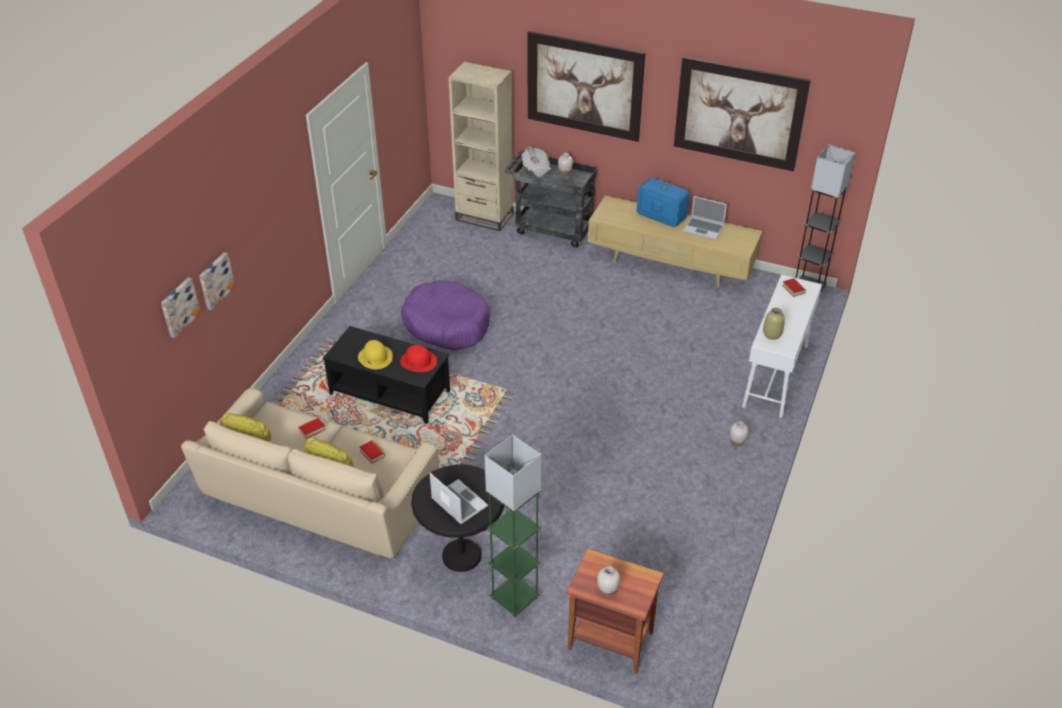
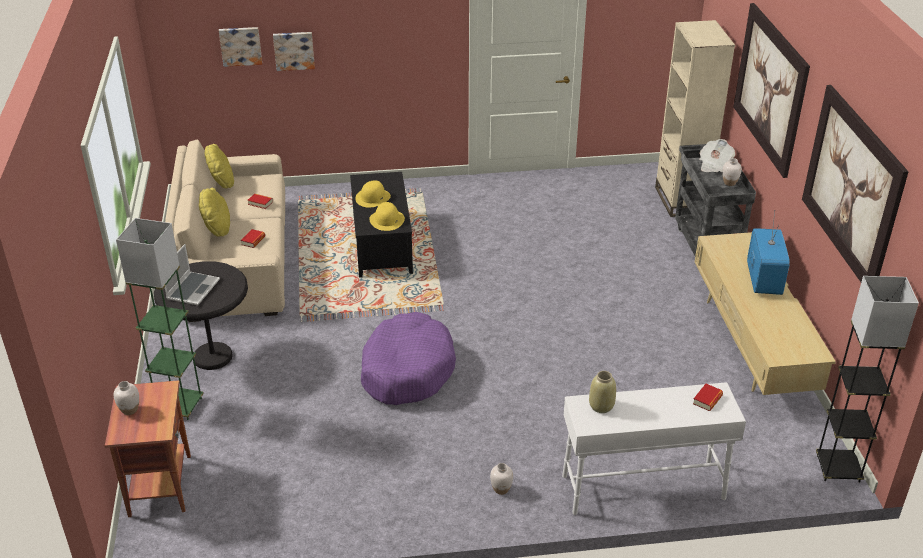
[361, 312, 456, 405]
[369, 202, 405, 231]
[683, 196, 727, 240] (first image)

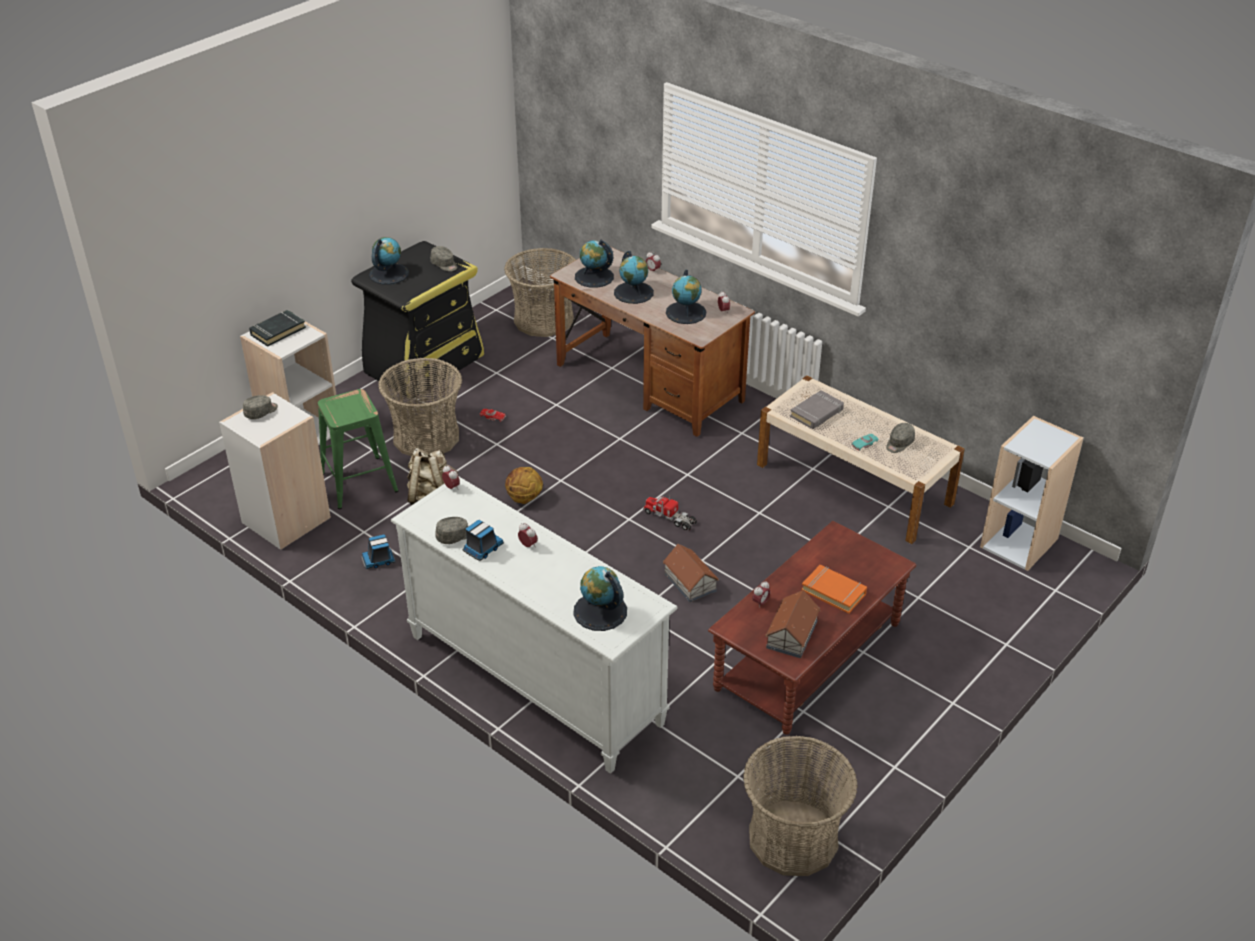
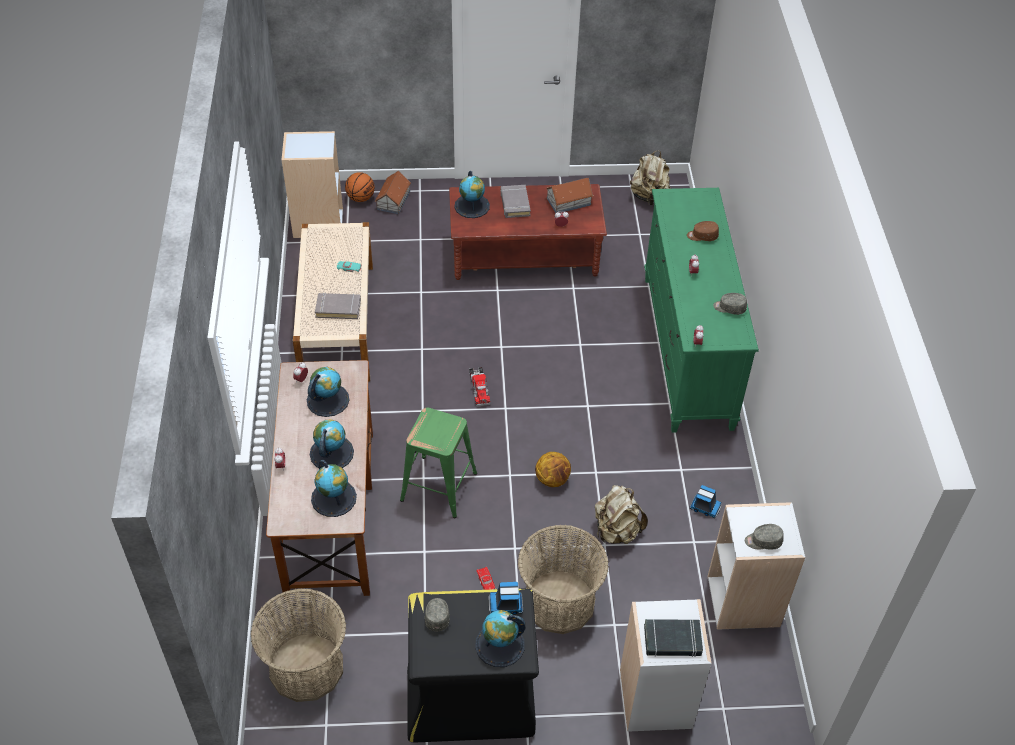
[345, 172, 375, 202]
[375, 171, 411, 214]
[400, 408, 477, 518]
[454, 171, 490, 218]
[488, 582, 523, 614]
[501, 185, 531, 218]
[630, 151, 670, 205]
[644, 188, 759, 433]
[687, 221, 719, 241]
[886, 423, 915, 453] (first image)

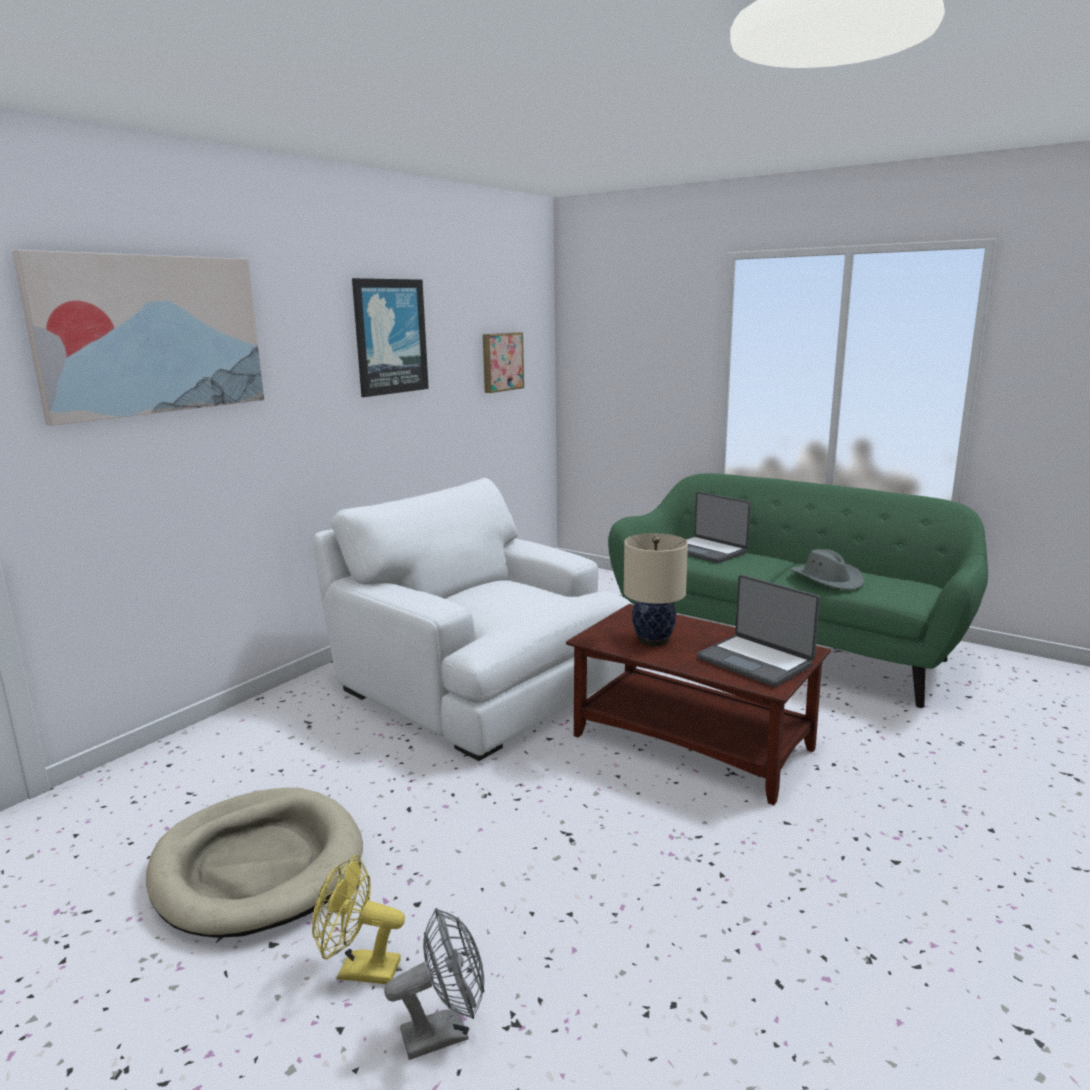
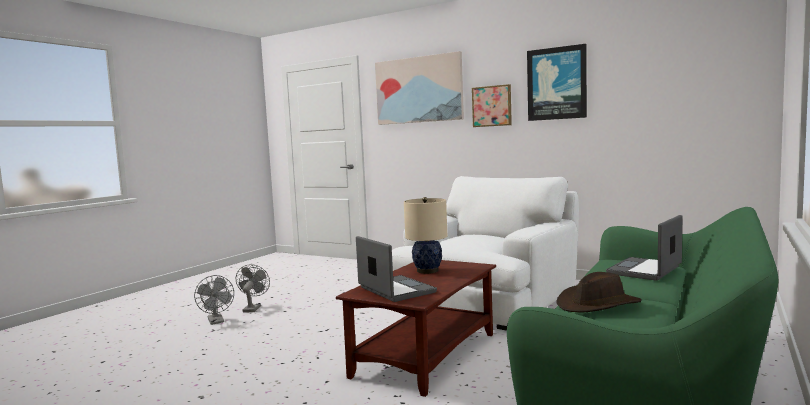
[236, 264, 270, 313]
[356, 236, 437, 302]
[472, 84, 512, 127]
[557, 272, 642, 312]
[146, 787, 363, 938] (first image)

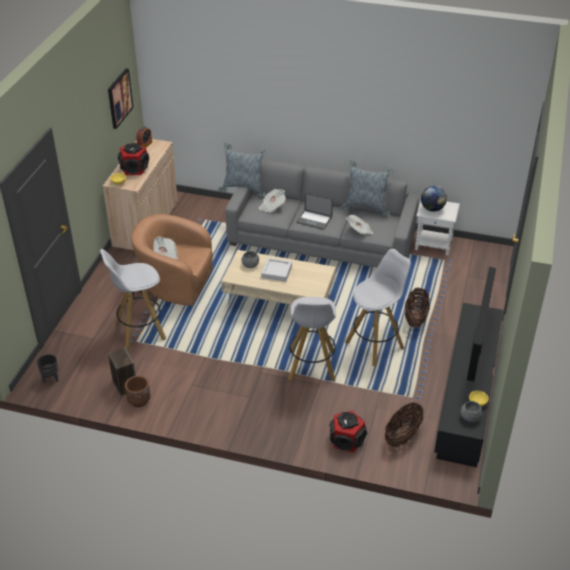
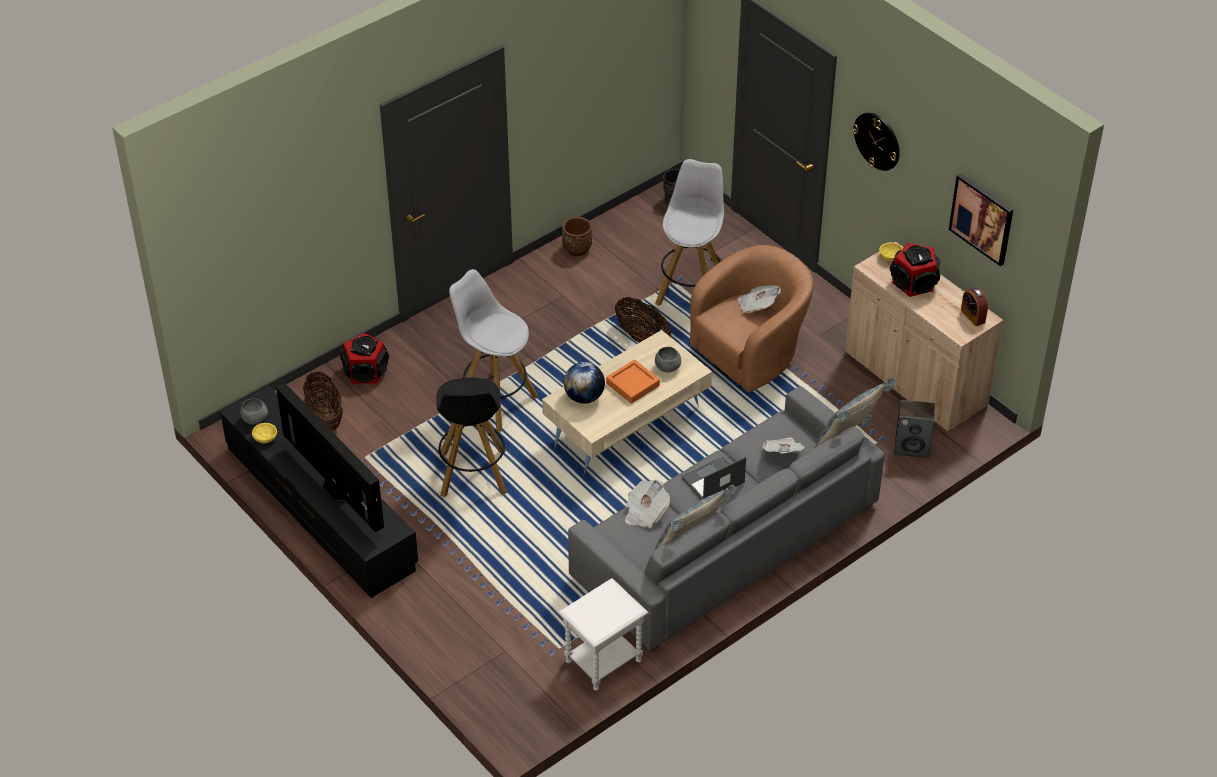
[436, 378, 507, 497]
[564, 362, 605, 404]
[606, 359, 660, 404]
[615, 297, 671, 343]
[852, 112, 900, 171]
[894, 400, 935, 458]

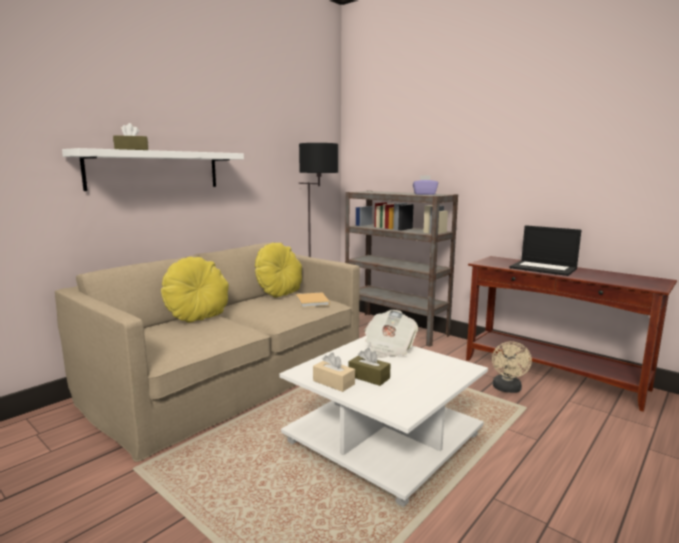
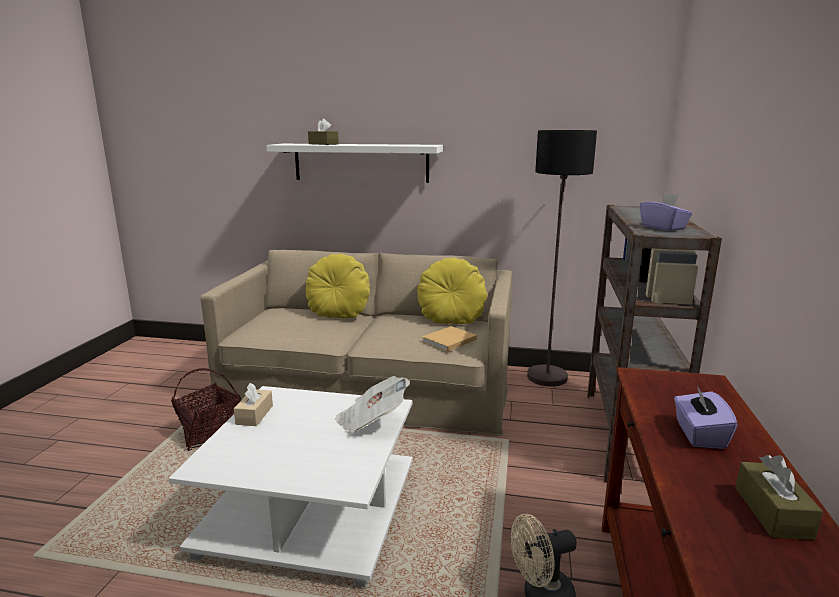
[171, 368, 241, 451]
[674, 386, 738, 449]
[735, 455, 823, 540]

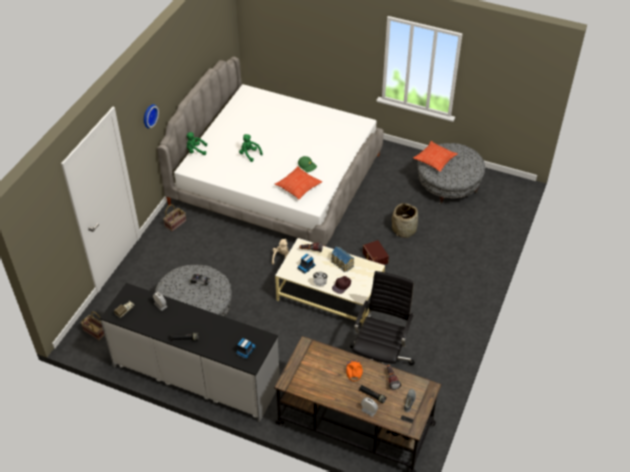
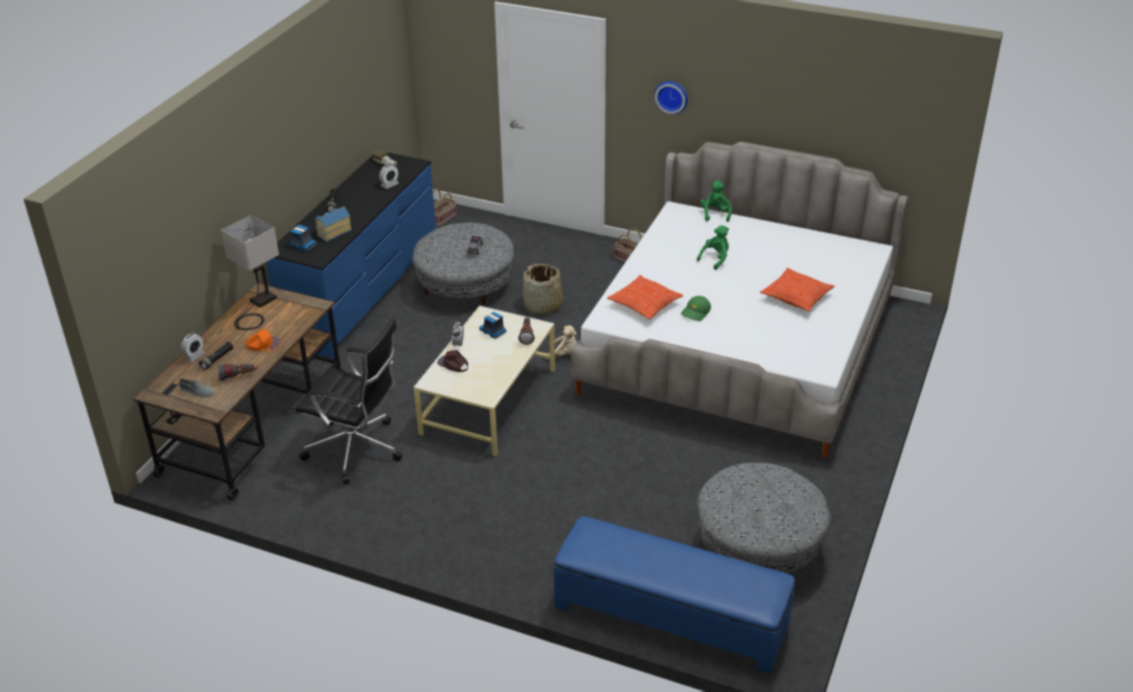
[221, 215, 279, 330]
[266, 152, 436, 359]
[315, 206, 352, 242]
[523, 264, 564, 315]
[554, 516, 795, 673]
[760, 268, 835, 312]
[363, 240, 389, 265] (first image)

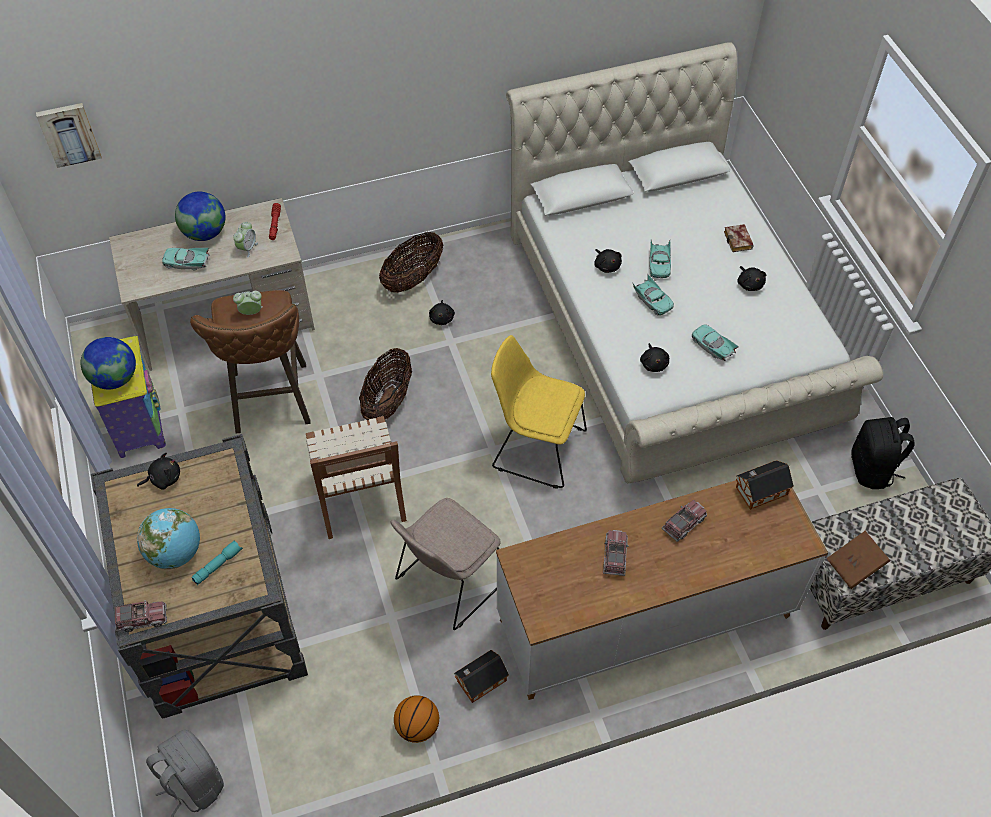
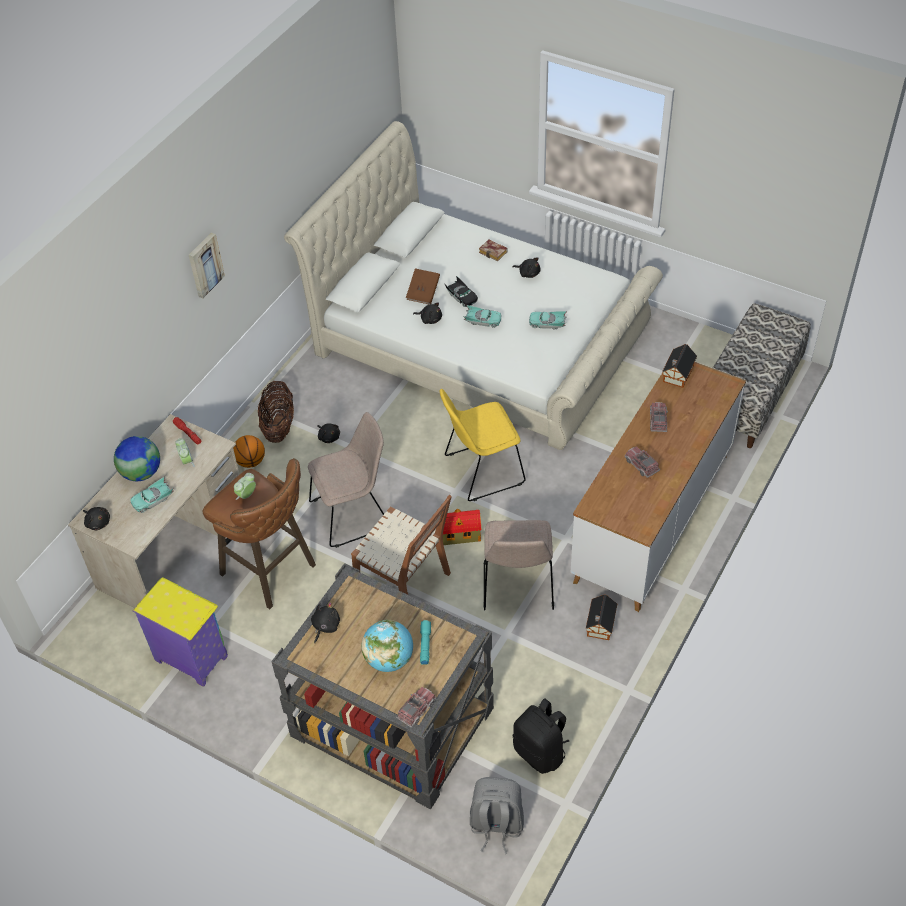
[83, 507, 110, 530]
[189, 233, 225, 298]
[233, 435, 265, 468]
[308, 412, 384, 548]
[406, 268, 440, 305]
[443, 509, 481, 545]
[444, 276, 478, 307]
[513, 698, 569, 774]
[81, 337, 136, 389] (first image)

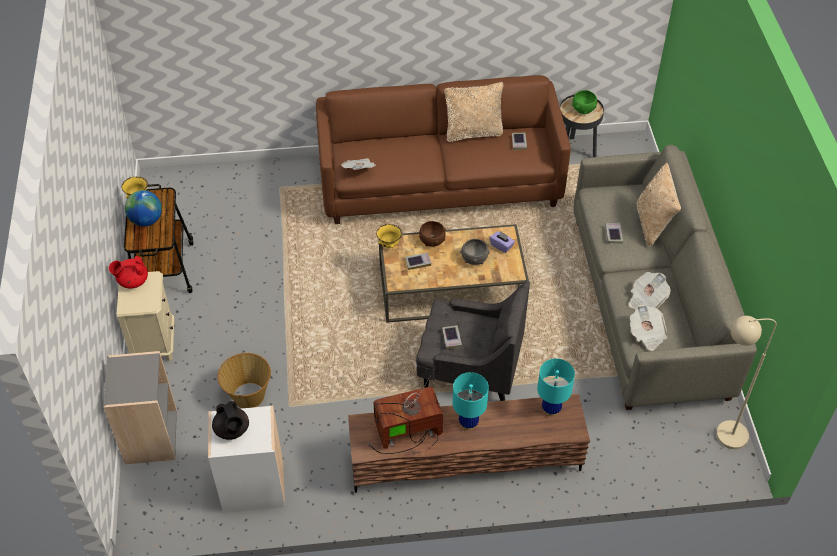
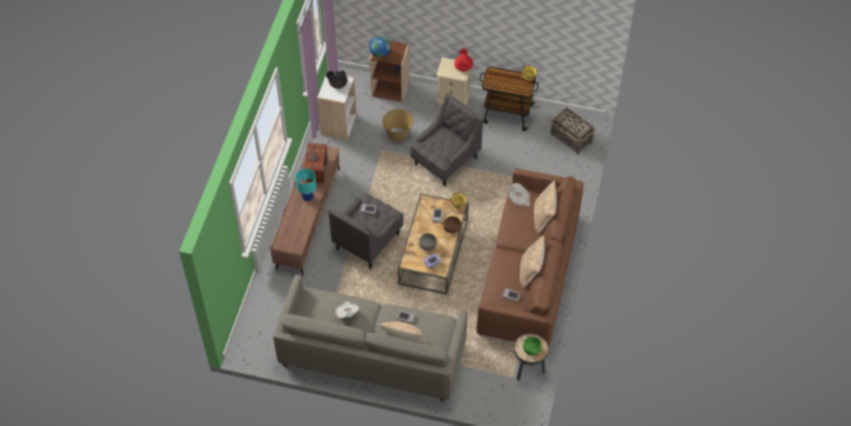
[369, 36, 391, 58]
[369, 41, 410, 102]
[410, 94, 483, 186]
[534, 181, 557, 234]
[550, 108, 595, 154]
[537, 358, 575, 416] (first image)
[630, 304, 668, 351] (first image)
[716, 316, 777, 449] (first image)

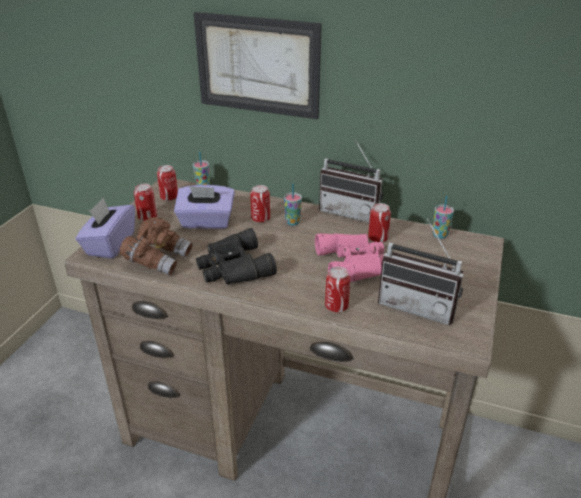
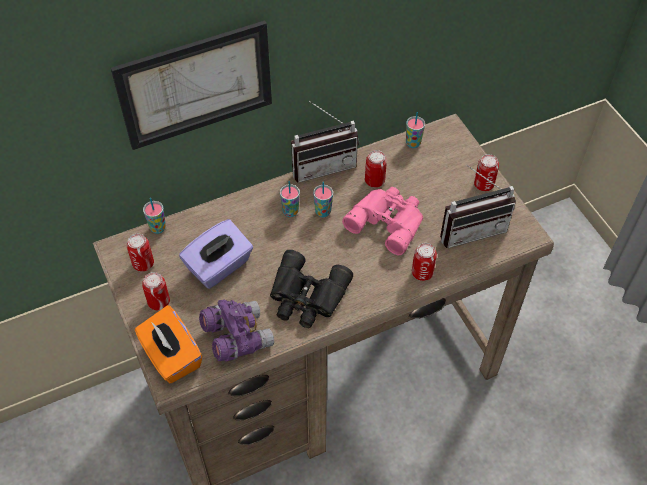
[135, 305, 202, 383]
[199, 299, 274, 361]
[313, 181, 333, 217]
[474, 154, 499, 191]

